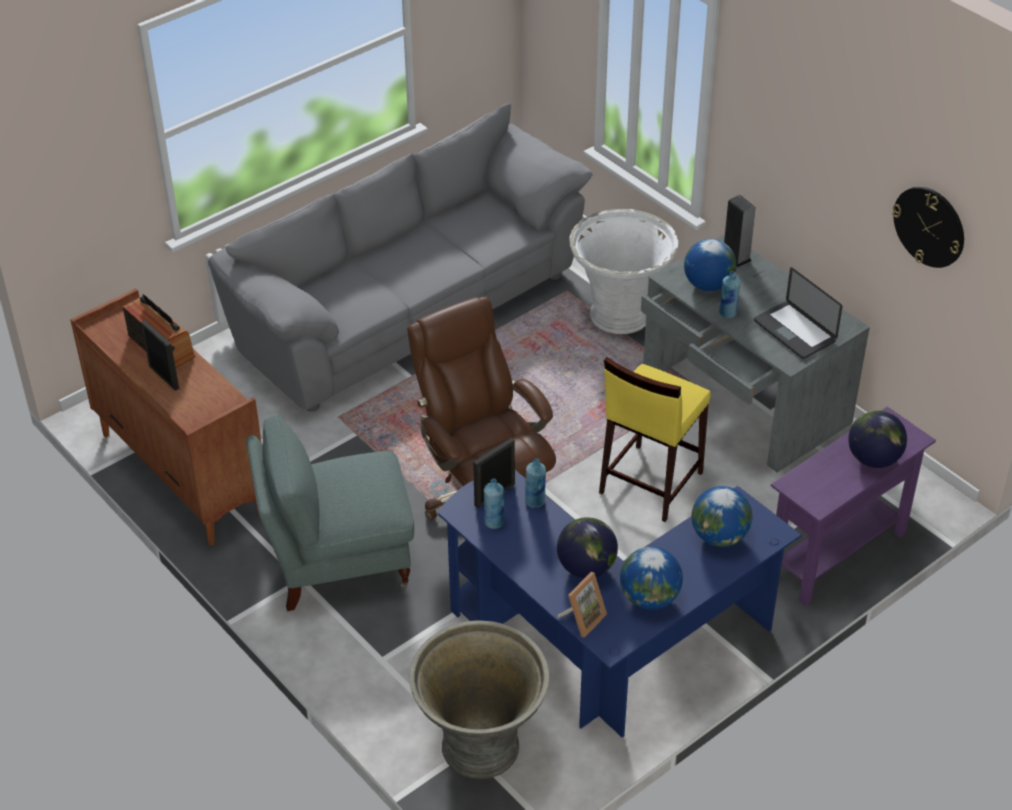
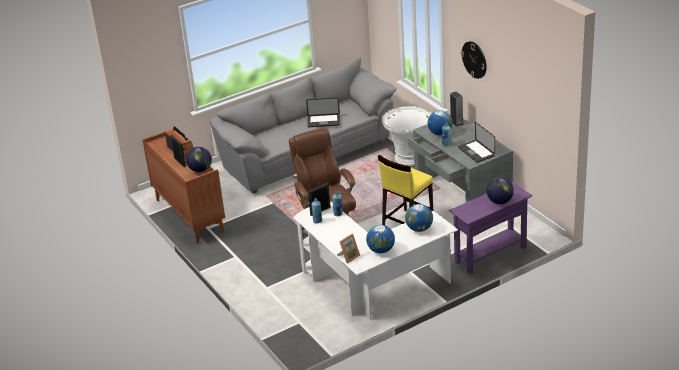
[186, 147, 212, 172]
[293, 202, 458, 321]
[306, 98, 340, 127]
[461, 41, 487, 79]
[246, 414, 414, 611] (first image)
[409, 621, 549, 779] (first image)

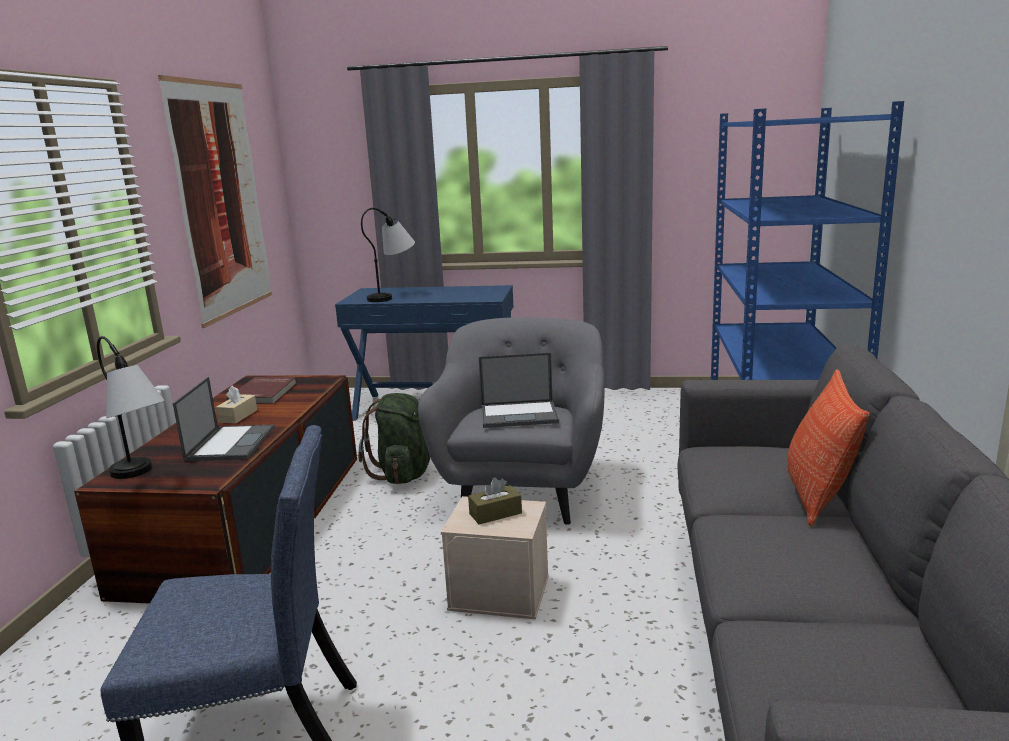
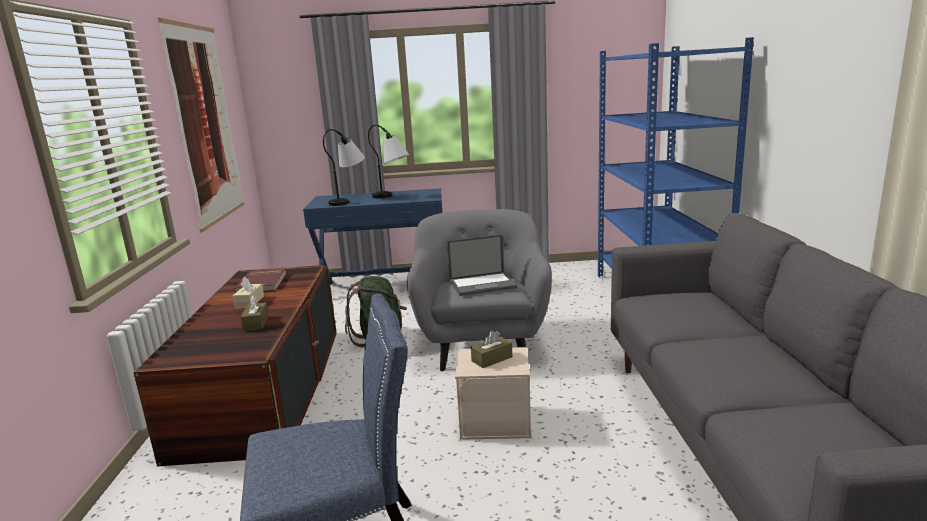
[240, 296, 268, 331]
[368, 125, 409, 198]
[787, 369, 870, 527] (first image)

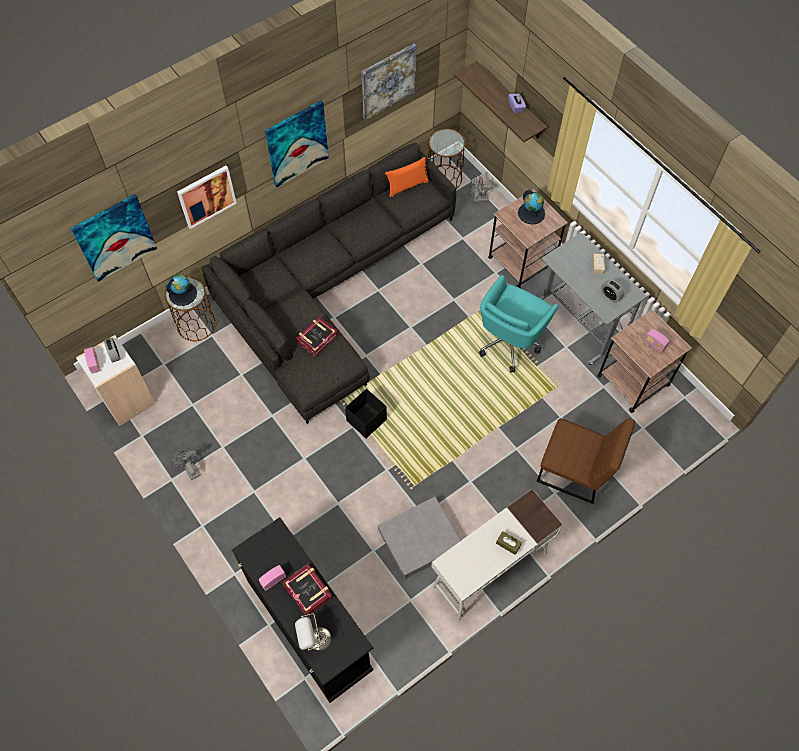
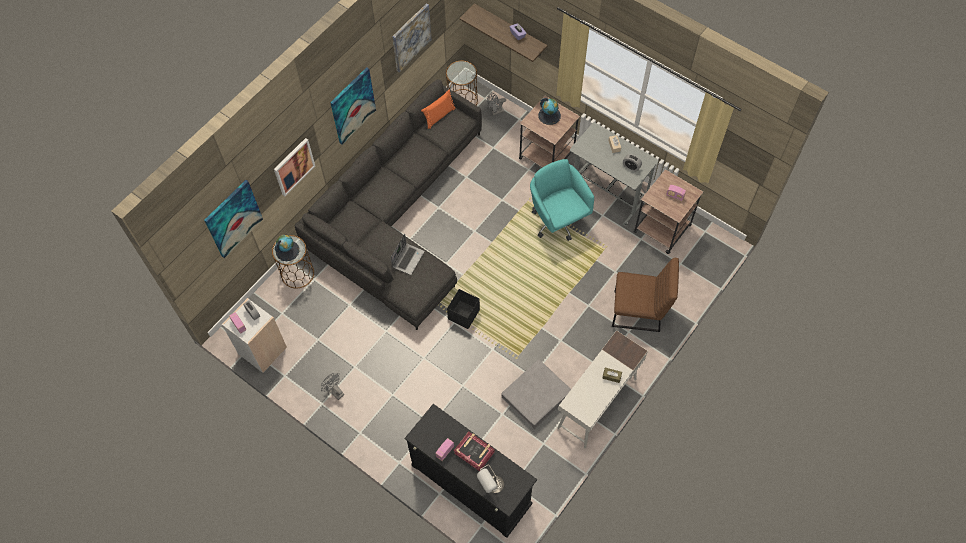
[391, 234, 425, 275]
[530, 159, 594, 241]

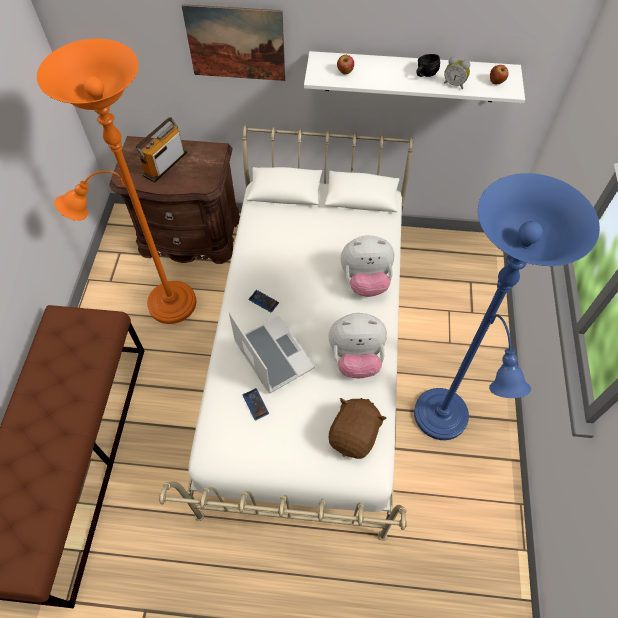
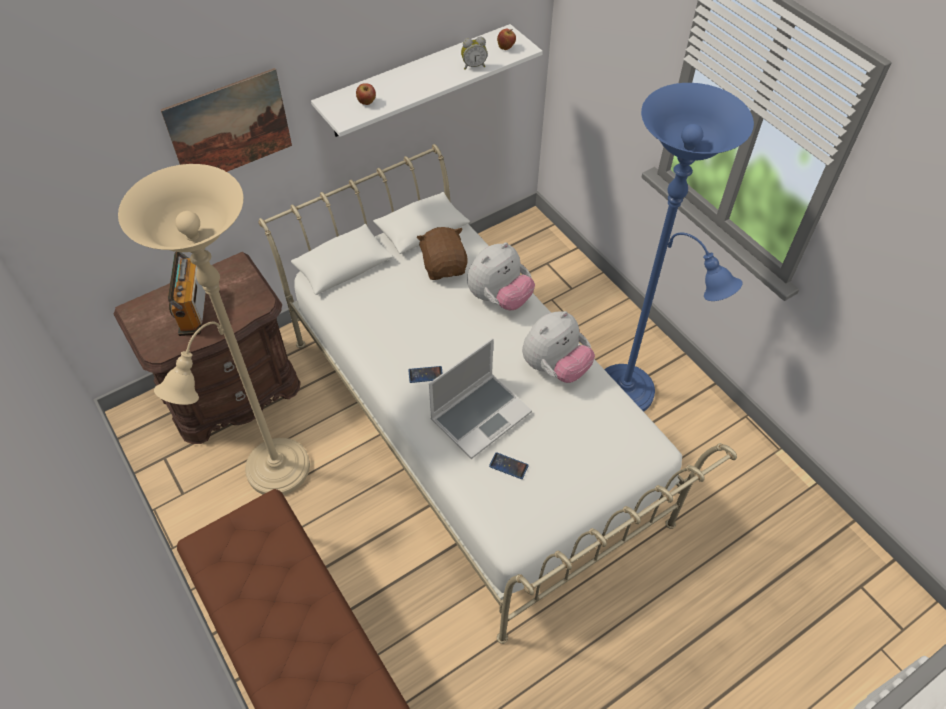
[118, 164, 310, 495]
[417, 227, 468, 280]
[429, 338, 532, 459]
[416, 54, 440, 77] (first image)

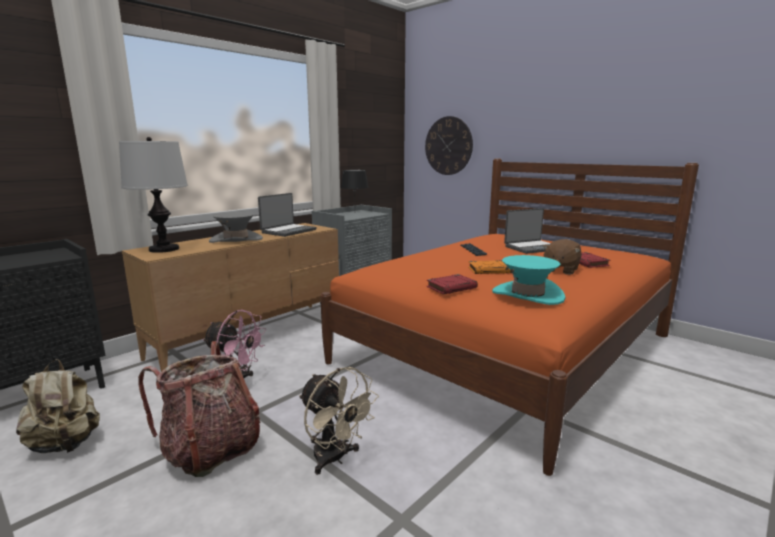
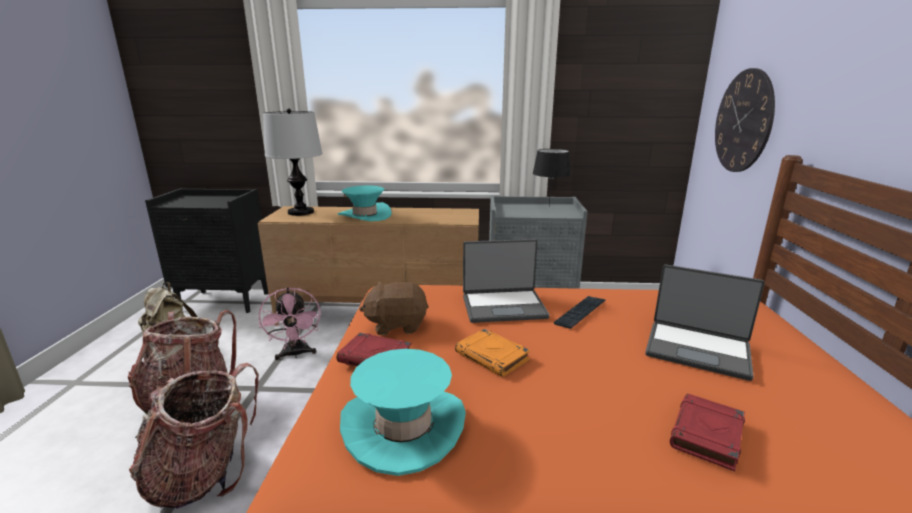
[129, 363, 259, 509]
[338, 185, 392, 221]
[359, 281, 429, 335]
[463, 239, 550, 323]

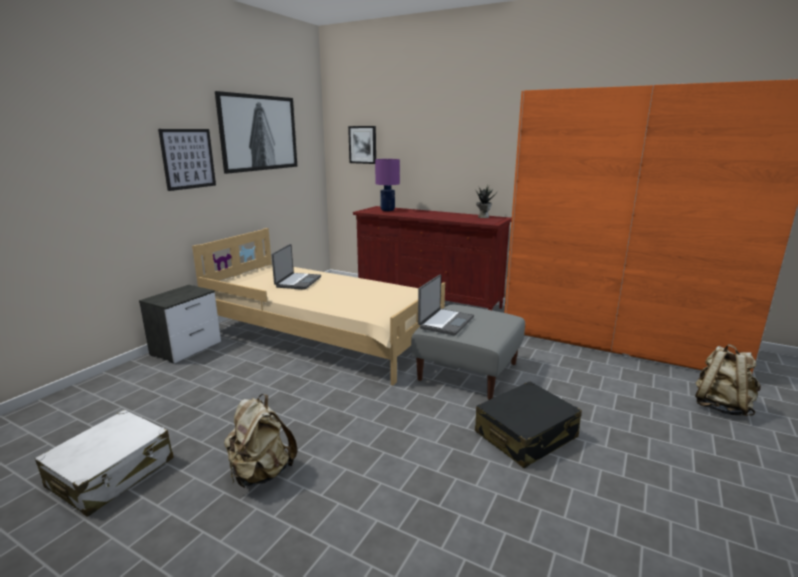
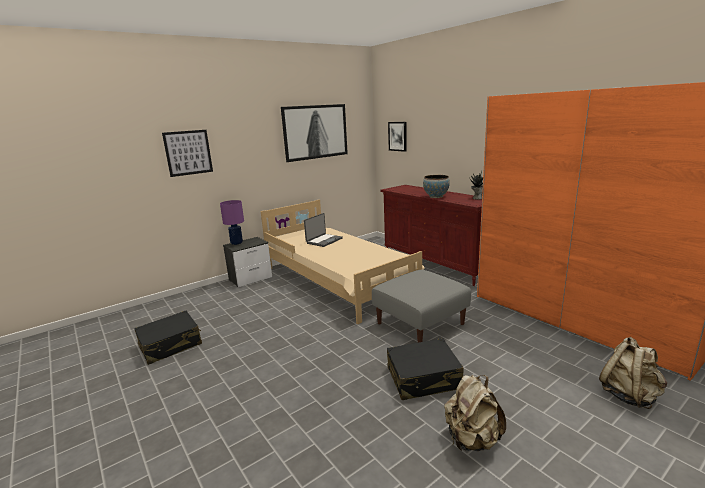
[134, 311, 202, 365]
[162, 130, 213, 177]
[220, 200, 244, 245]
[423, 175, 450, 198]
[444, 375, 506, 451]
[418, 274, 474, 336] (first image)

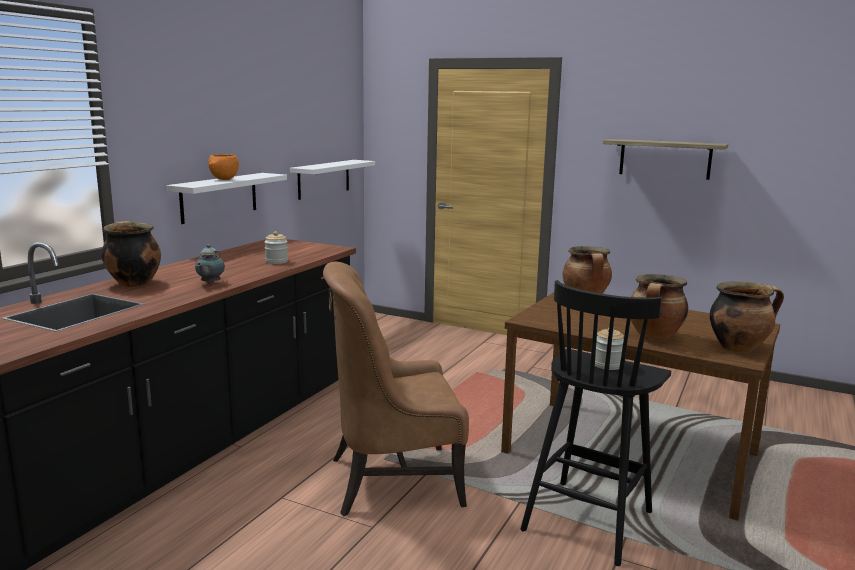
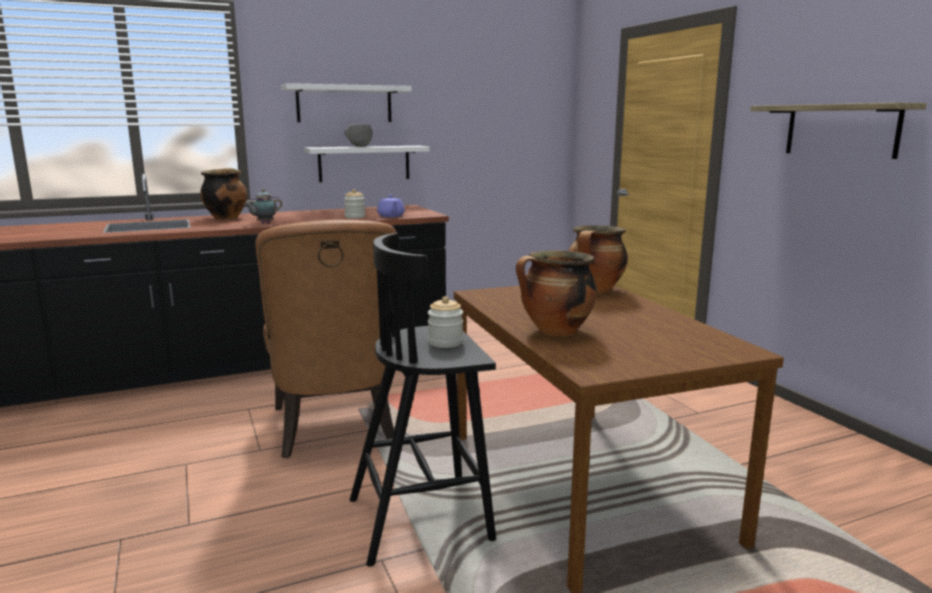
[256, 220, 397, 458]
[281, 83, 412, 122]
[344, 124, 373, 147]
[377, 195, 405, 217]
[710, 281, 784, 353] (first image)

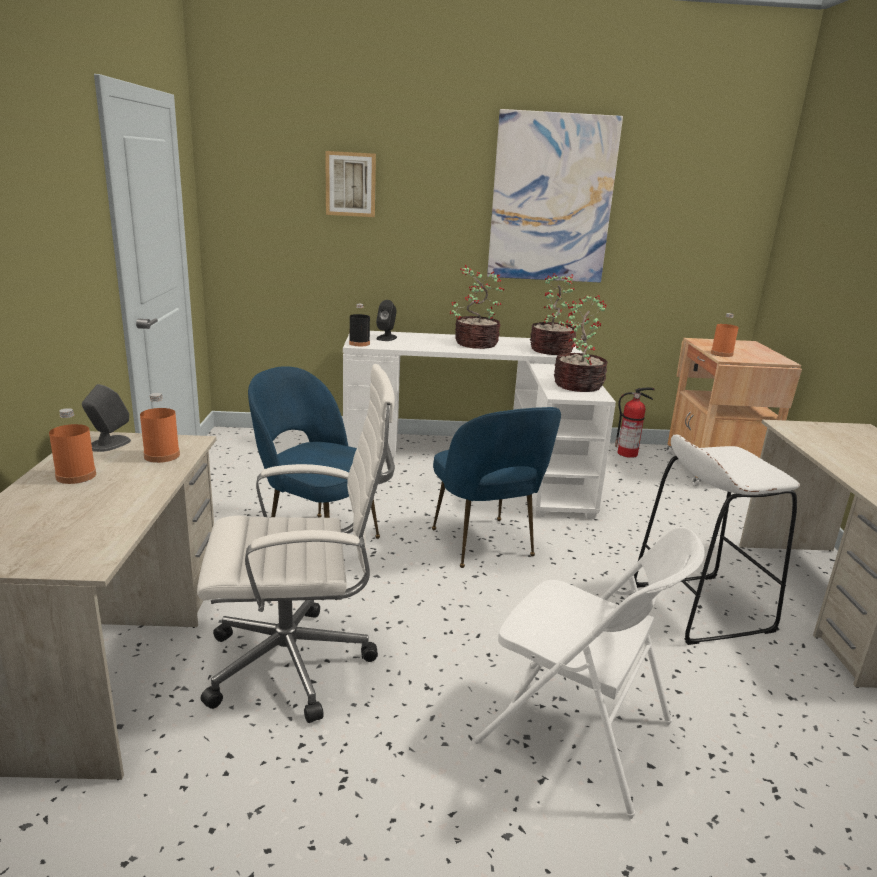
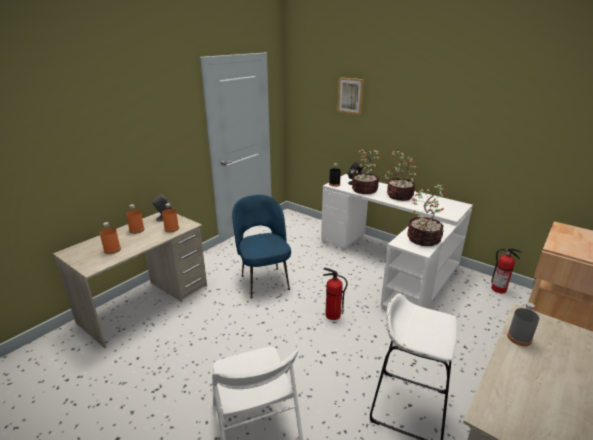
[100, 222, 121, 254]
[323, 268, 348, 320]
[352, 147, 381, 194]
[507, 302, 540, 346]
[197, 364, 395, 723] (first image)
[487, 109, 623, 283] (first image)

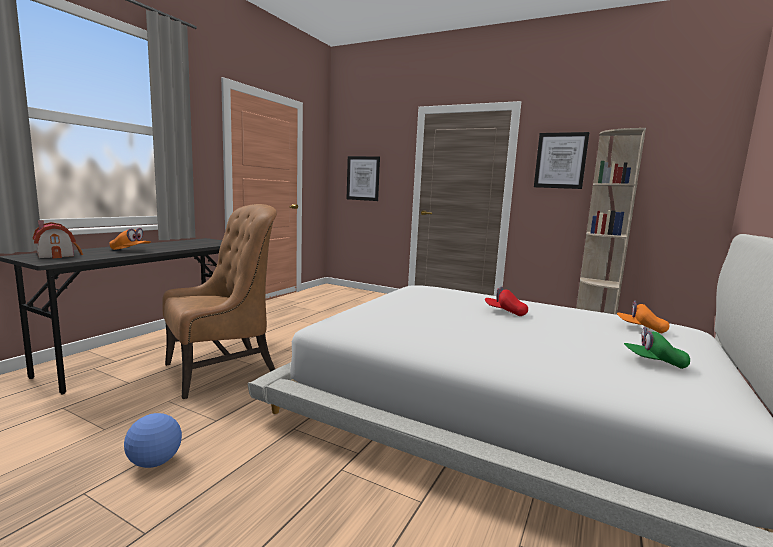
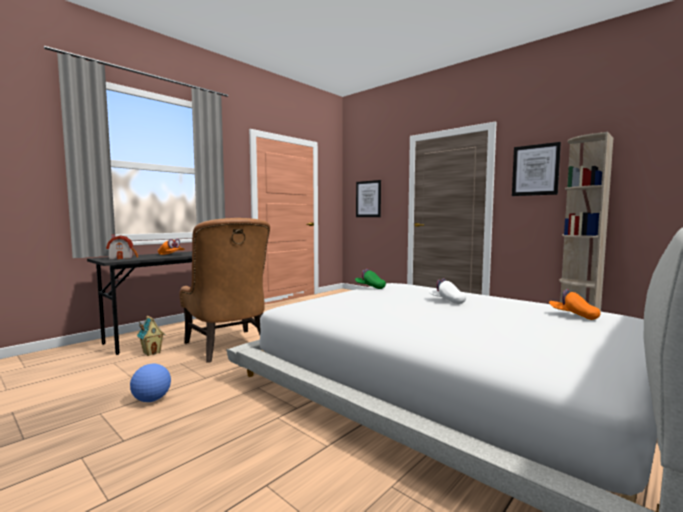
[137, 316, 165, 356]
[179, 218, 270, 363]
[355, 269, 386, 289]
[428, 278, 466, 304]

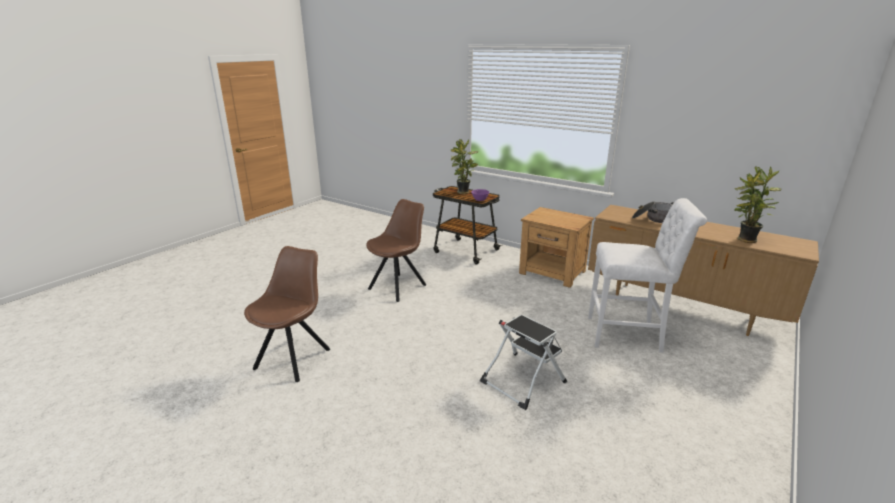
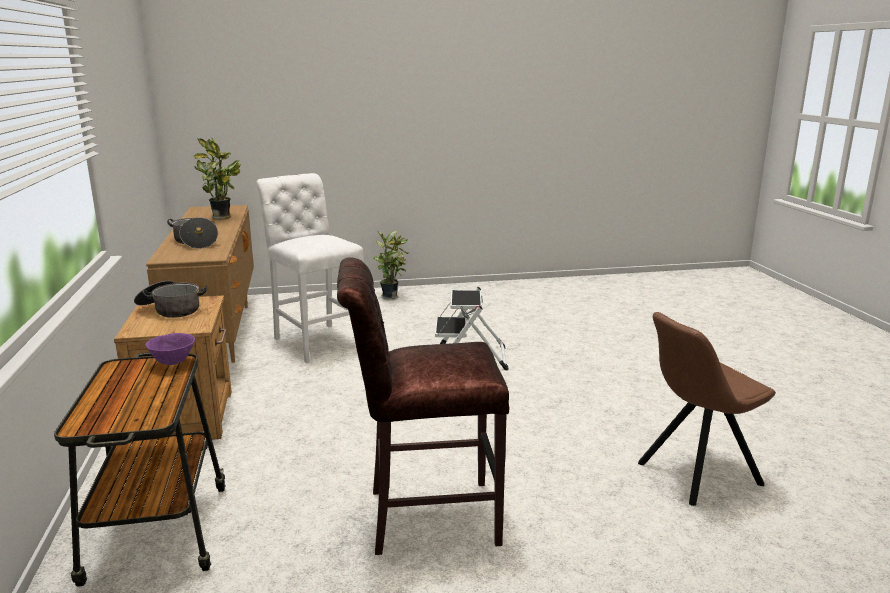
[134, 281, 208, 318]
[337, 258, 509, 555]
[373, 230, 409, 299]

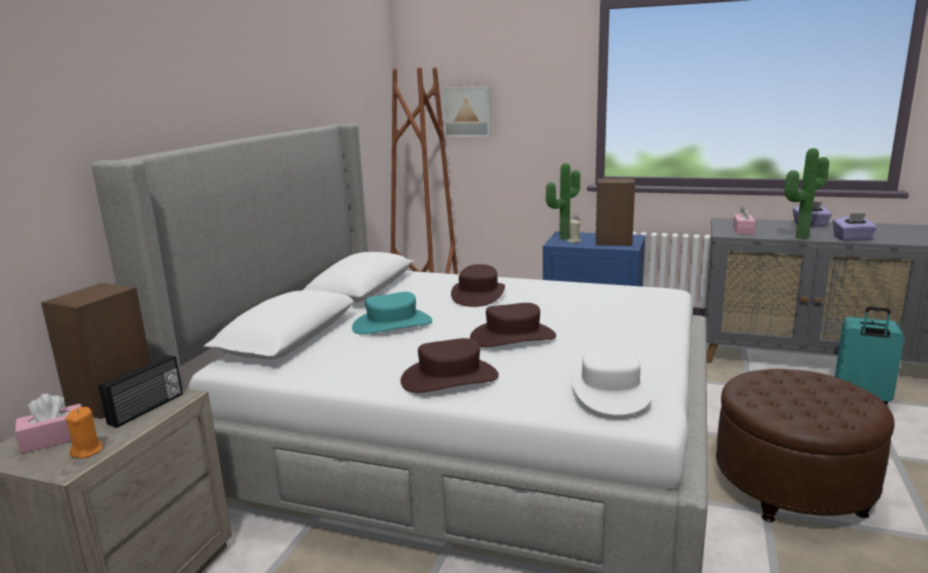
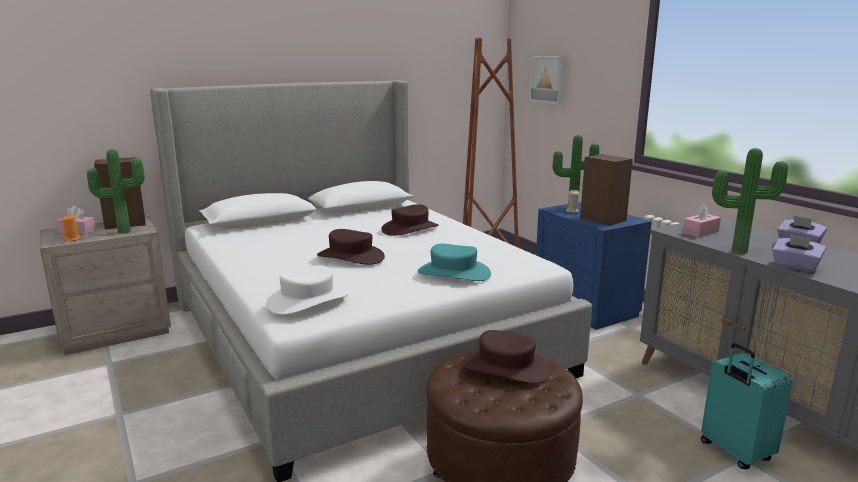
[87, 149, 145, 234]
[418, 244, 491, 281]
[462, 330, 551, 384]

